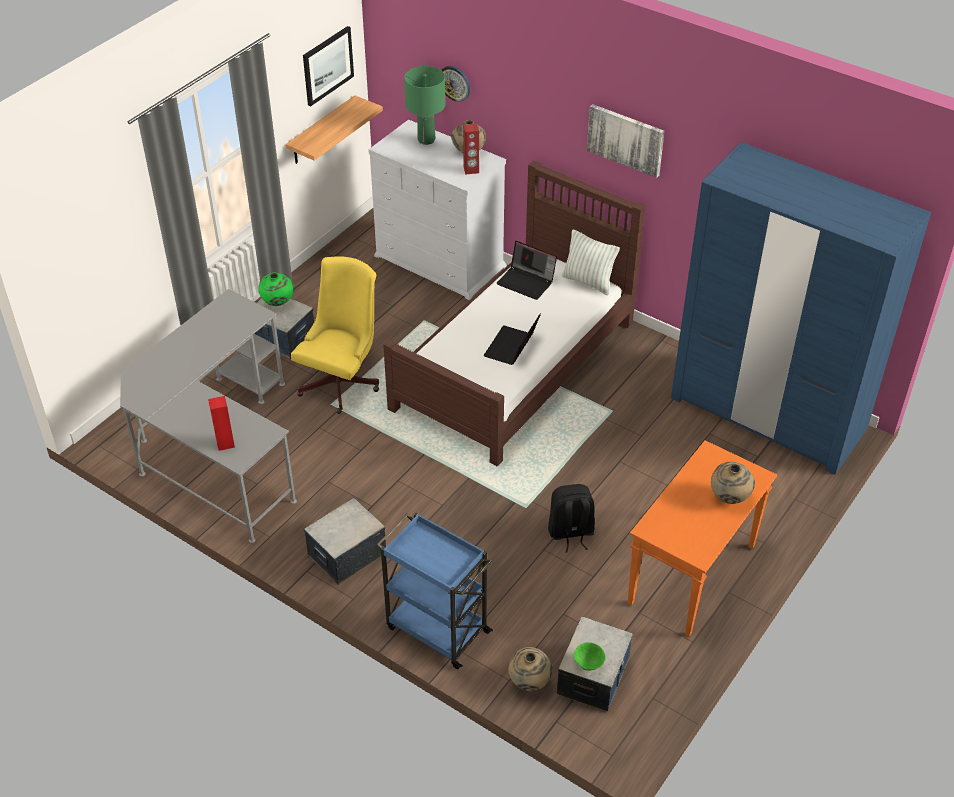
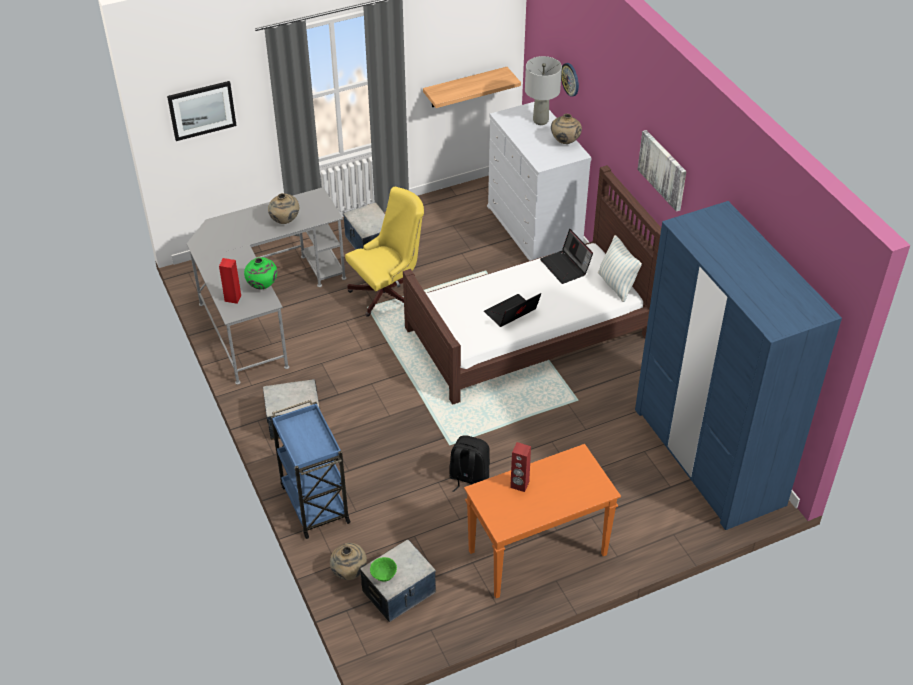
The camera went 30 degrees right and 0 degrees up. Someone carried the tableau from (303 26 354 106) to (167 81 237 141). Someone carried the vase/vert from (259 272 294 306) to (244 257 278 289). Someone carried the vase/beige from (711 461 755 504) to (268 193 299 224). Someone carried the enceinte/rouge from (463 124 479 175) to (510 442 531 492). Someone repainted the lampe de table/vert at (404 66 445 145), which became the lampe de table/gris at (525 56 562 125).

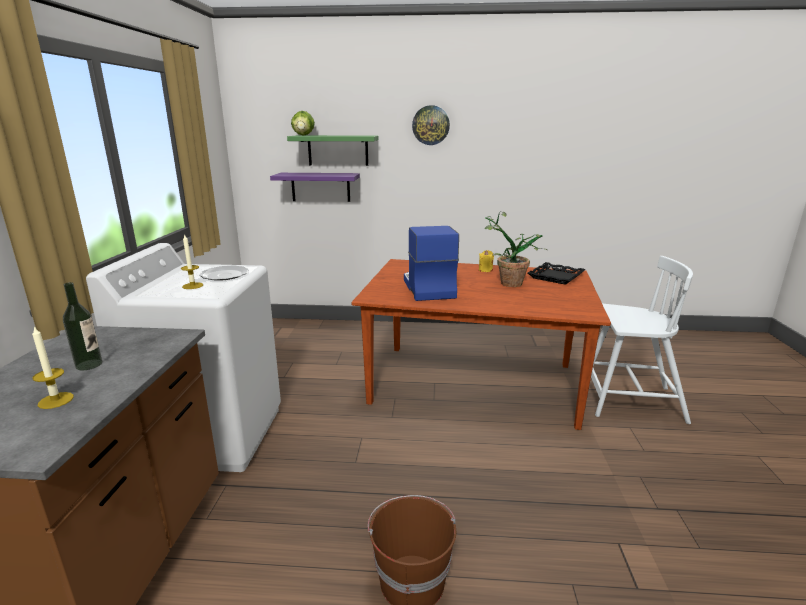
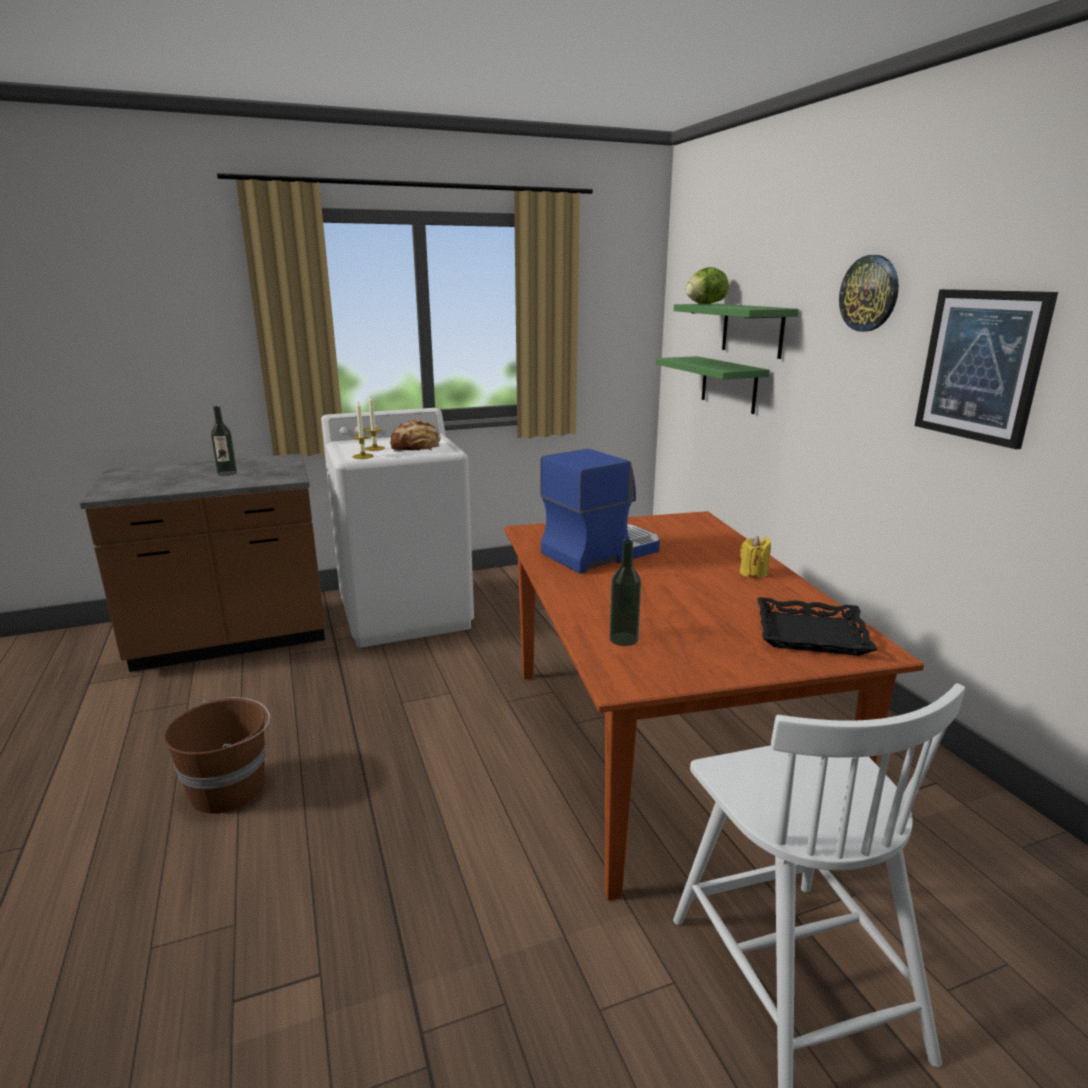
The camera went 65 degrees right and 0 degrees up. Someone carried the bougie from (32 326 74 409) to (352 402 373 459). Someone swapped the assiette at (199 265 249 281) for the pain at (390 419 440 452). Someone put down the bouteille at (609 539 641 646). Someone repainted the étagère/violet at (270 173 360 202), which became the étagère/vert at (656 356 770 414). Someone put up the tableau at (915 289 1058 449). Someone took away the plante en pot at (484 211 547 287).

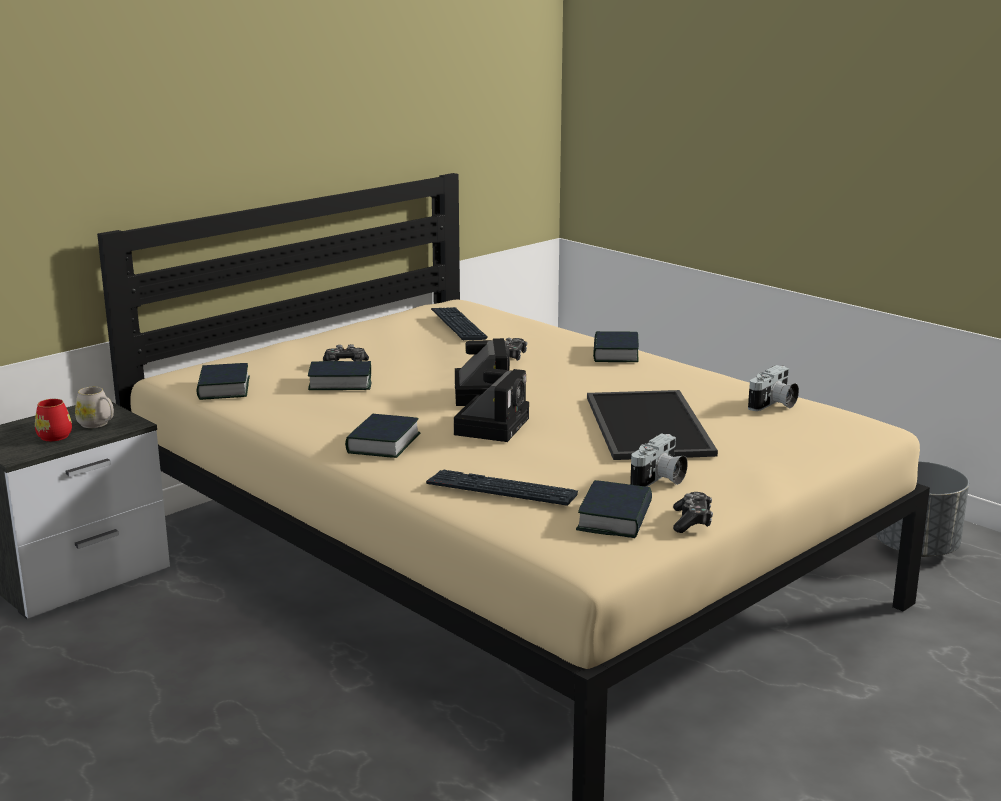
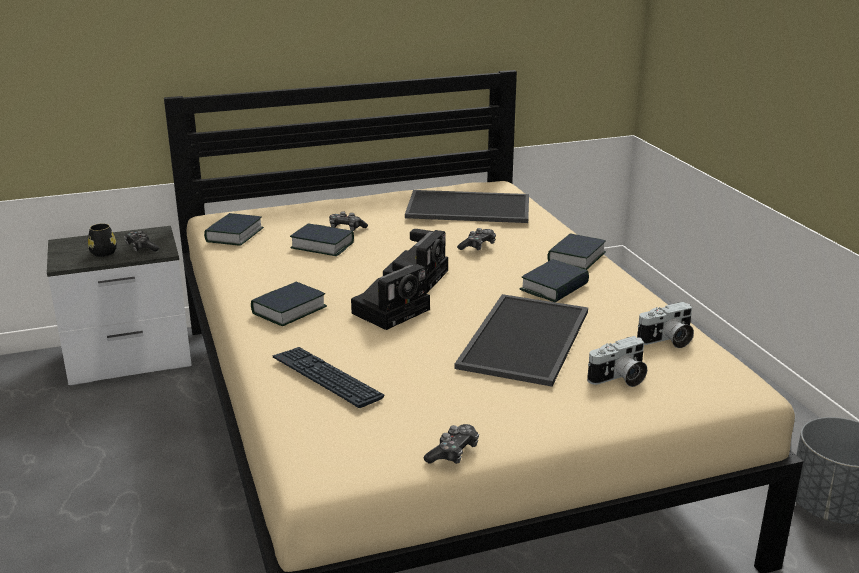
The camera went 25 degrees right and 5 degrees up. Someone repainted the mug/rouge at (35 399 72 441), which became the mug/noir at (88 223 117 257). Someone swapped the mug/blanc at (75 387 114 428) for the manette at (124 230 159 252). Someone swapped the clavier at (431 307 487 340) for the plateau at (405 190 529 223). Someone carried the livre from (576 480 652 538) to (520 259 589 302). Someone carried the appareil photo from (630 433 688 487) to (587 336 647 387).

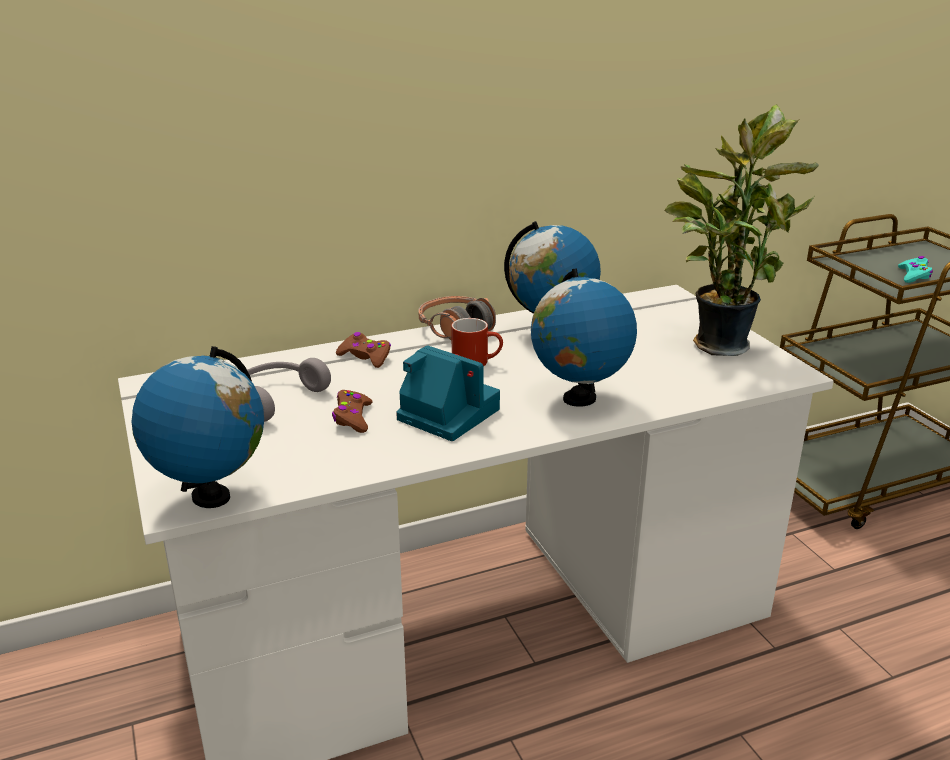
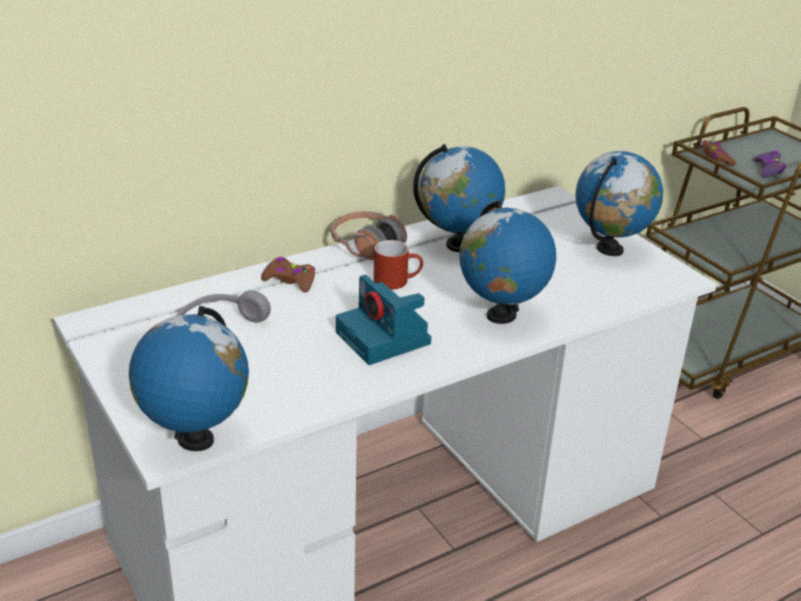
The camera went 10 degrees left and 5 degrees up. Someone rotated the appareil photo at (396 345 500 441) by 150 degrees counterclockwise. Someone swapped the plante en pot at (665 104 819 356) for the globe at (576 151 663 256). Someone carried the manette/marron from (332 390 373 433) to (702 140 736 166). Someone repainted the manette/turquoise at (898 256 933 283), which became the manette/violet at (753 151 786 178).

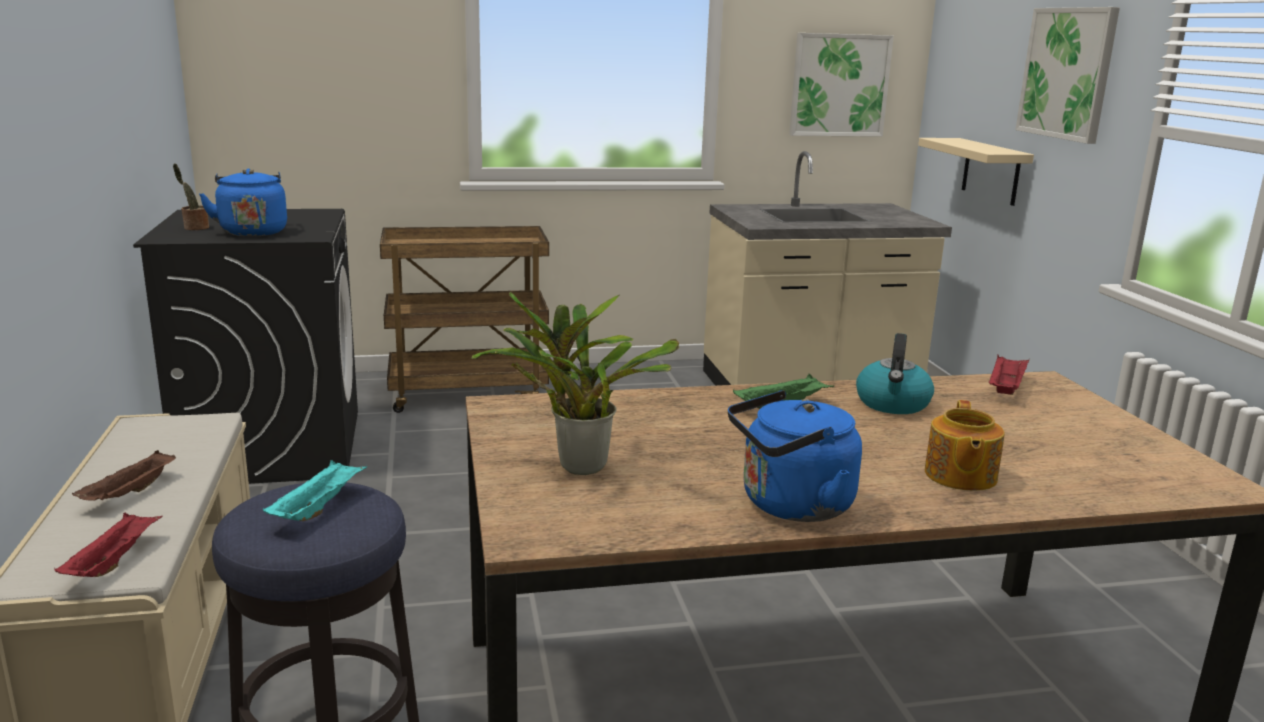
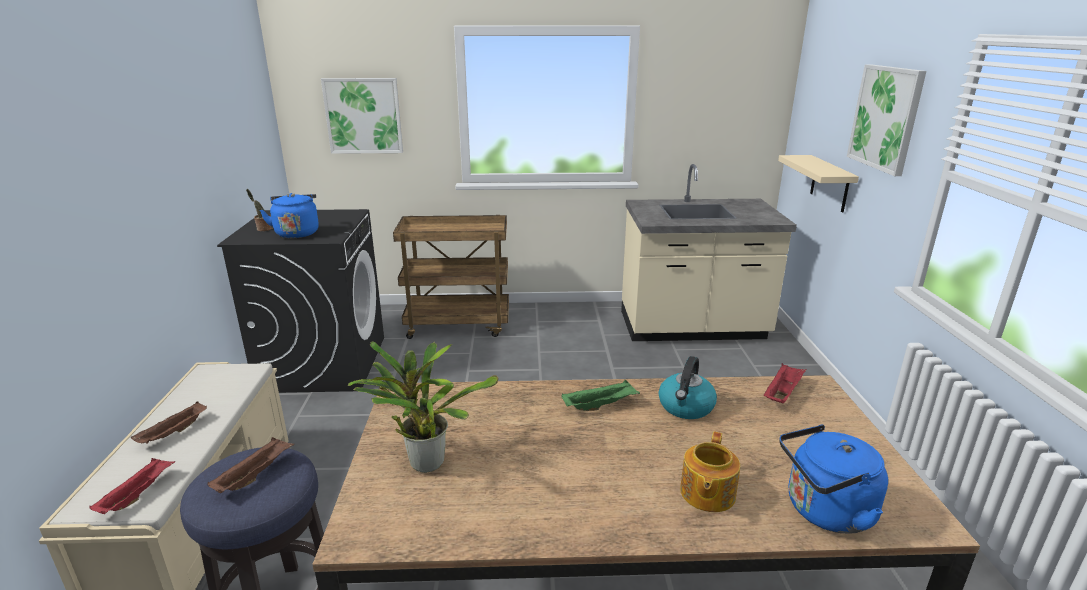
The camera went 10 degrees right and 5 degrees up. Someone repainted the plateau/turquoise at (263 460 367 521), which became the plateau/marron at (207 437 294 493). Someone carried the tableau from (789 33 894 137) to (321 78 403 154). Someone carried the bouilloire/bleu from (728 390 862 522) to (779 425 888 534).

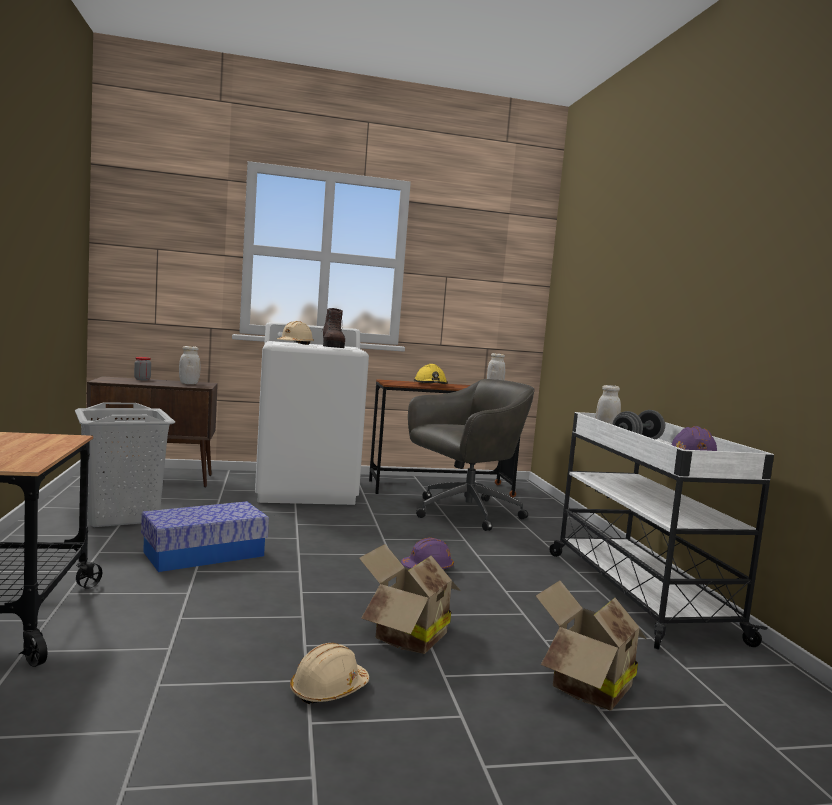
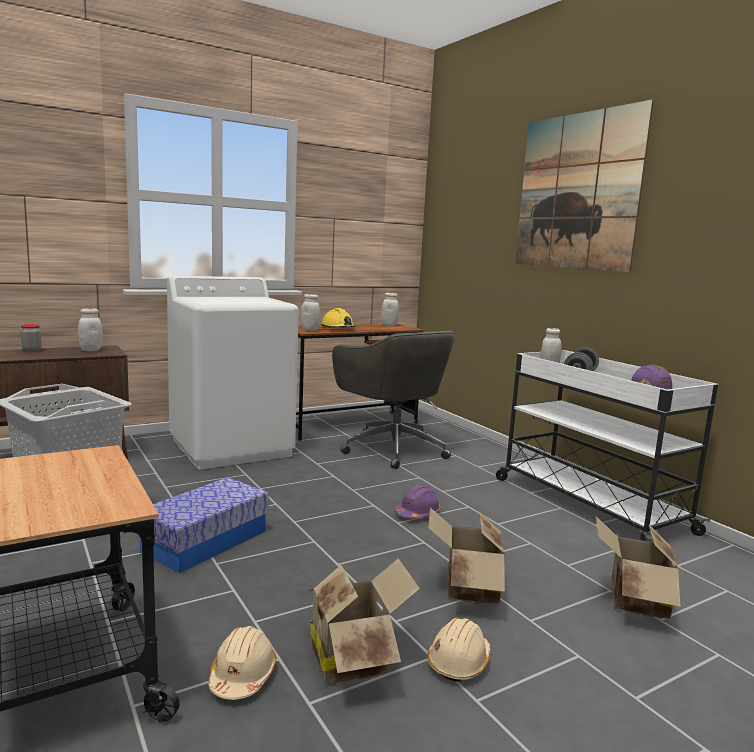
The camera went 20 degrees left and 5 degrees up. Someone carried the casque de chantier/beige from (277 321 314 345) to (208 626 276 700). Someone put down the bocal/blanc at (301 294 320 331). Someone put down the carton at (306 558 420 684). Someone rotated the chaise de bureau/gris at (408 379 535 531) by 105 degrees clockwise. Someone put up the tableau at (515 99 654 272). Someone took away the botte/marron at (323 308 345 348).

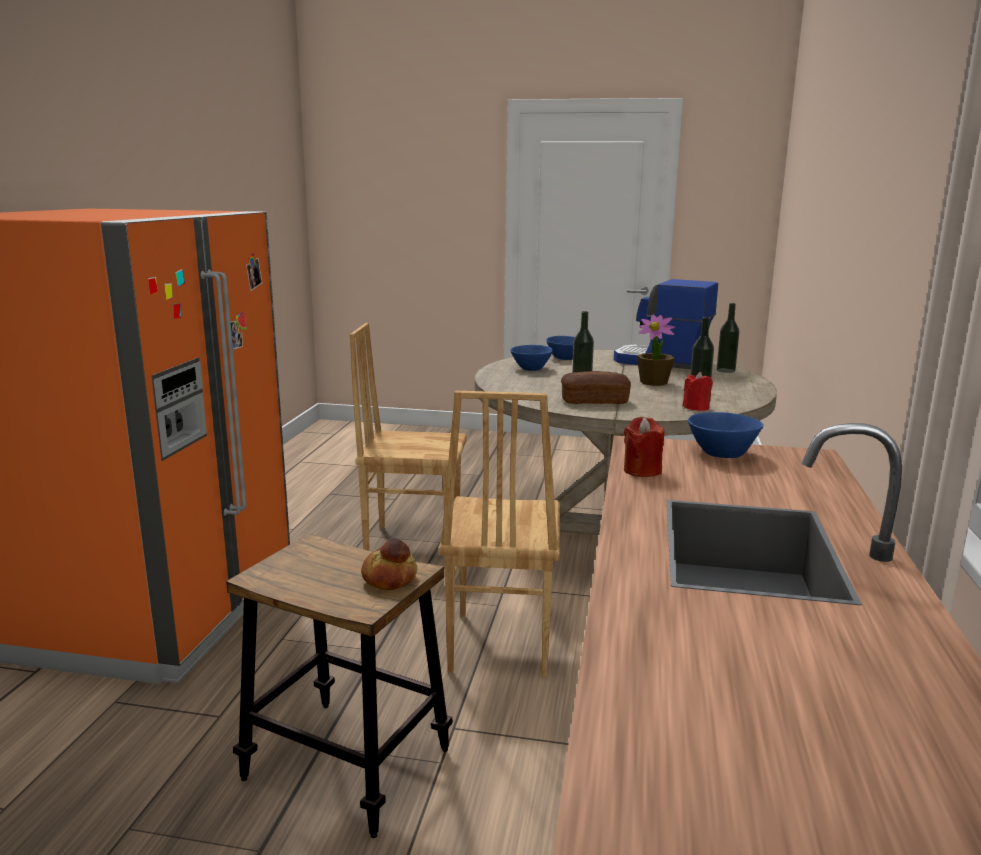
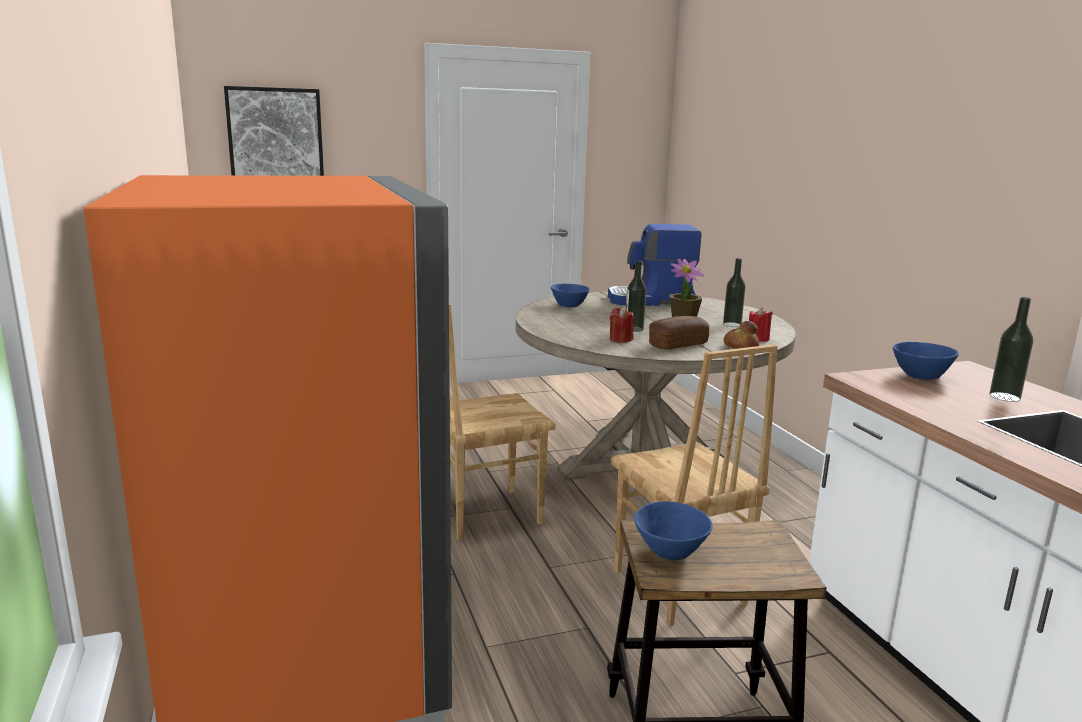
The camera went 30 degrees left and 0 degrees up. Someone put up the tableau at (224 86 324 176). Someone carried the bougie/rouge from (624 417 664 477) to (610 307 634 343). Someone carried the bol/bleu from (510 345 553 371) to (634 501 713 561). Someone carried the pain from (361 538 417 590) to (723 321 759 349). Someone carried the bouteille from (717 303 740 373) to (989 297 1033 402).

